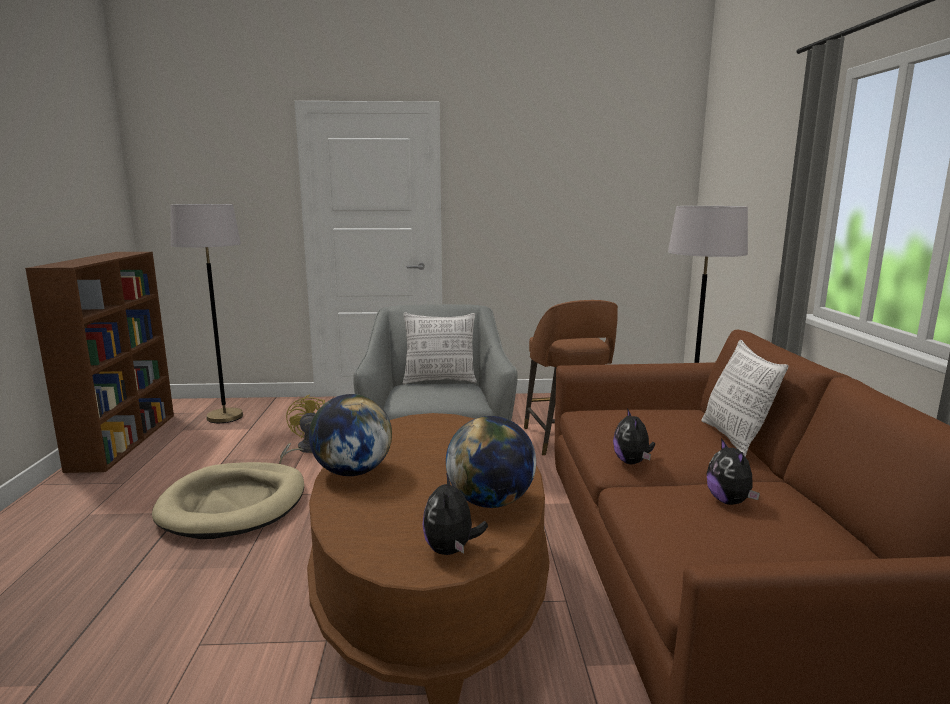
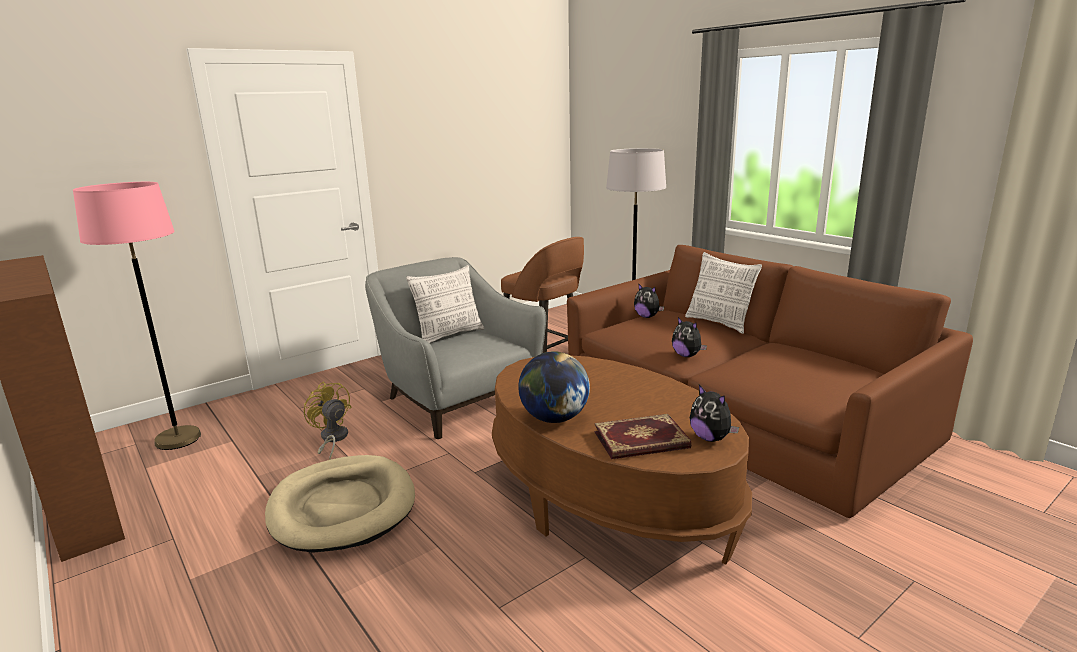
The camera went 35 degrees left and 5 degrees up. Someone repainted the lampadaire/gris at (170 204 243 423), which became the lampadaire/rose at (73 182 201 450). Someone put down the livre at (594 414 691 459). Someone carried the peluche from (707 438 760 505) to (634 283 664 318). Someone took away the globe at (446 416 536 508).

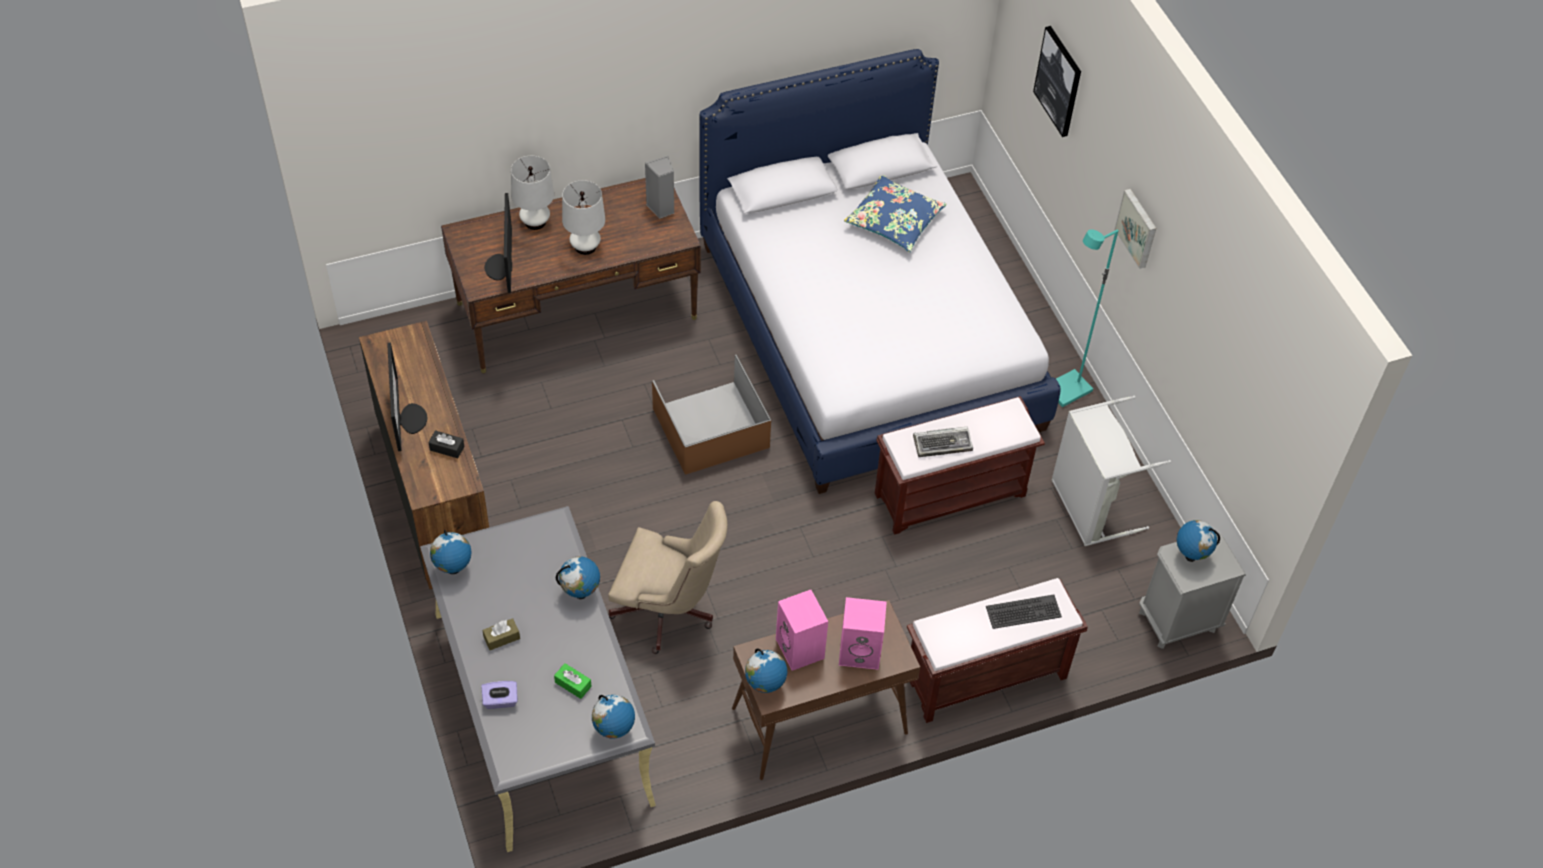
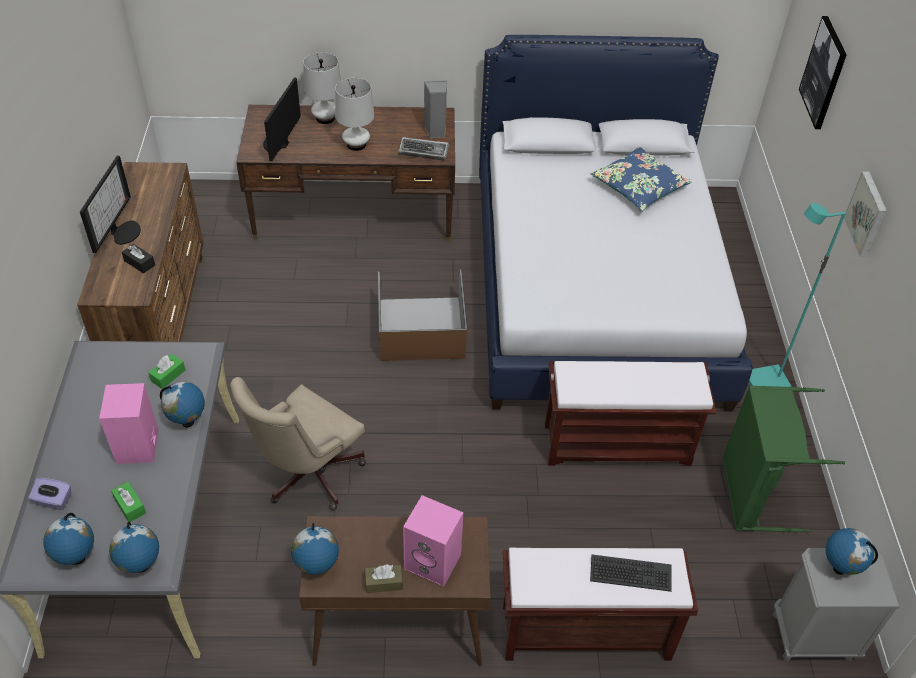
The camera went 20 degrees right and 5 degrees down. Someone carried the globe from (430 530 472 574) to (43 513 94 565). Someone carried the enceinte/rose from (776 590 828 671) to (99 383 159 464). Someone put down the boîte à mouchoirs/vert at (148 354 185 389). Someone rotated the chaise de bureau/beige at (608 501 728 654) by 90 degrees clockwise. Someone carried the boîte à mouchoirs/marron from (482 618 520 650) to (365 564 403 593). Someone carried the clavier from (913 427 973 457) to (398 137 449 161). Someone repainted the panier à linge/gris at (1051 396 1171 546), which became the panier à linge/vert at (722 386 845 533).

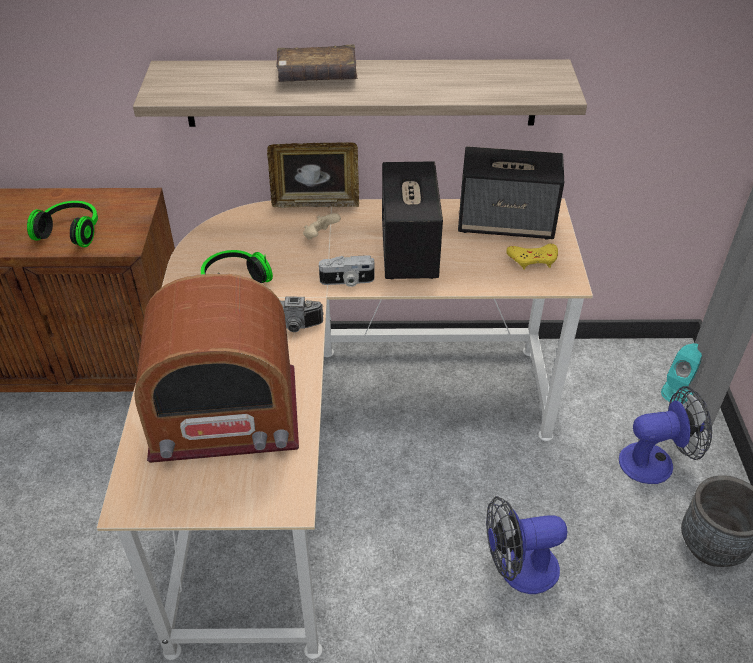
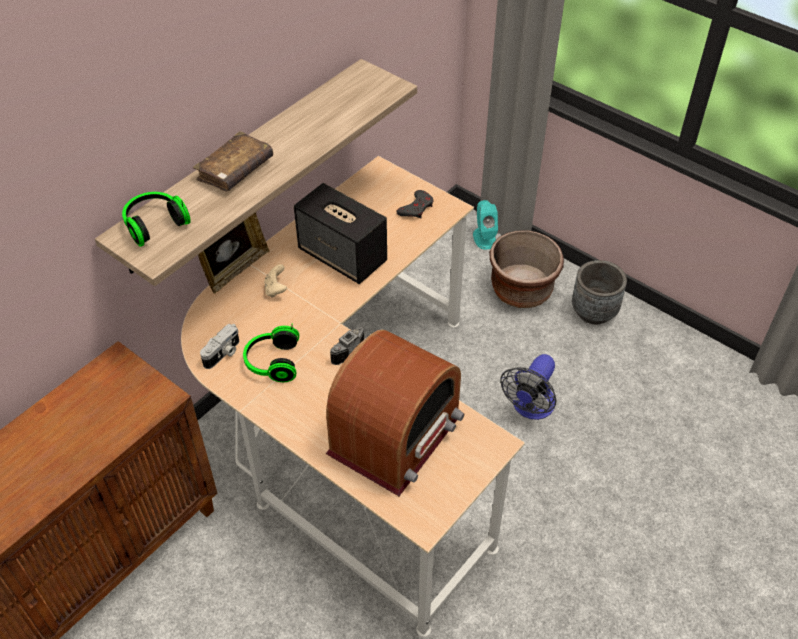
The camera went 50 degrees left and 5 degrees up. Someone carried the casque audio from (27 201 98 247) to (122 192 191 247). Someone carried the appareil photo from (319 255 374 287) to (200 324 239 369). Someone repainted the manette/jaune at (506 244 558 270), which became the manette/gris at (396 190 433 219). Someone swapped the ventilateur at (619 386 712 484) for the cache-pot/marron at (489 230 564 308). Someone took away the enceinte at (458 146 564 240).

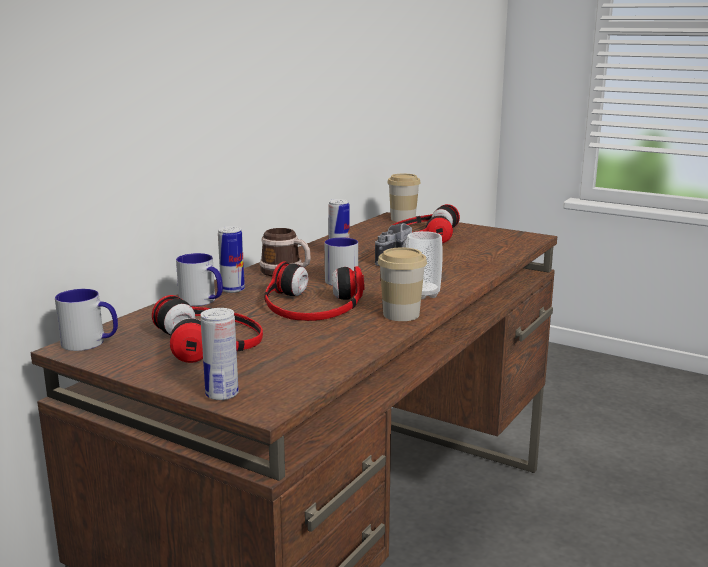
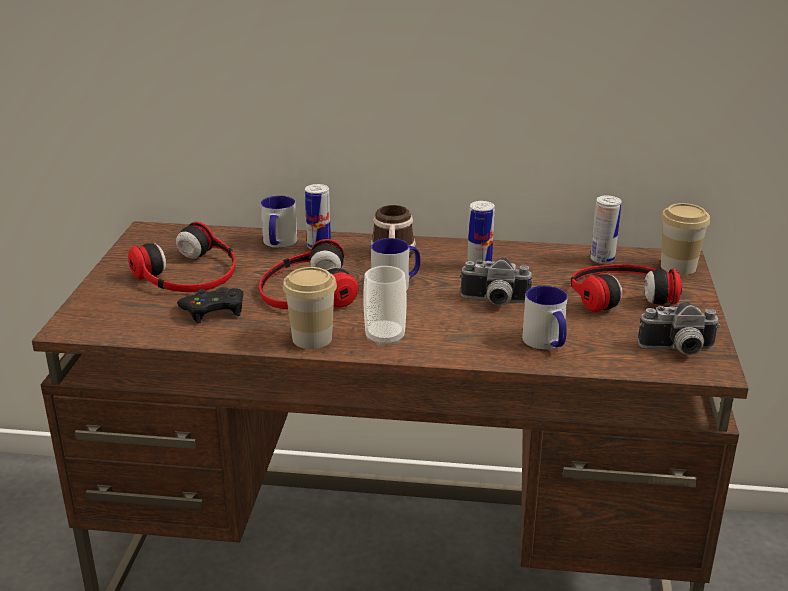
The camera went 65 degrees right and 10 degrees up. Someone put down the manette/noir at (177 287 243 323). Someone carried the mug from (55 289 118 351) to (522 286 568 350). Someone carried the boîte métallique from (200 308 239 400) to (590 196 622 264). Someone put down the appareil photo at (638 301 721 355).

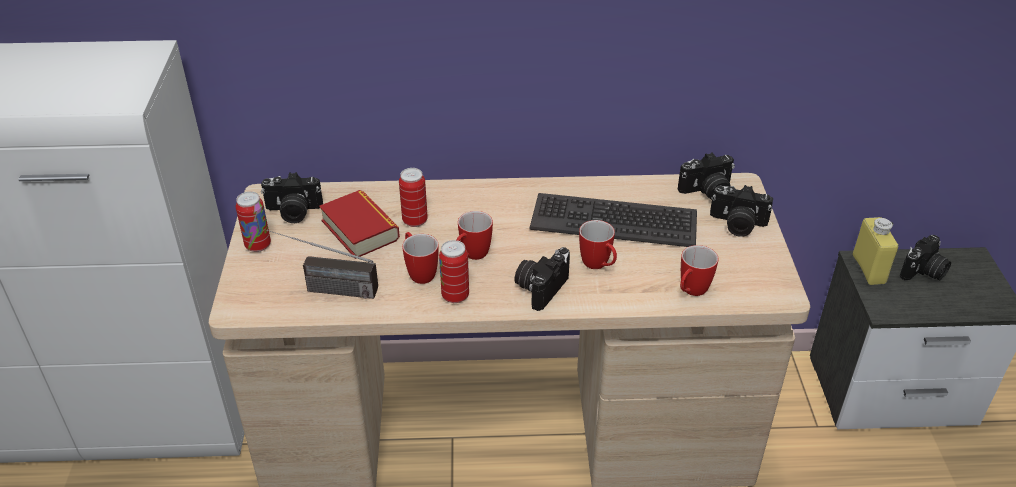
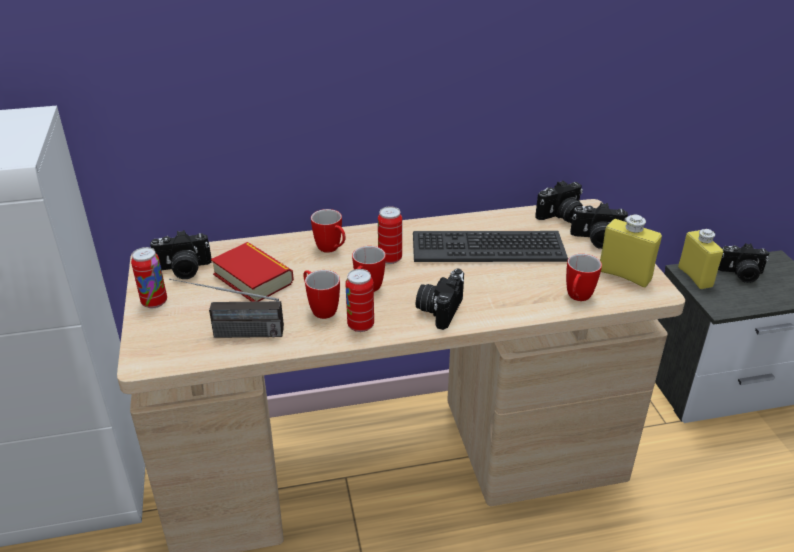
The camera went 10 degrees left and 5 degrees down. Someone carried the mug from (579 220 617 269) to (311 209 346 253). Someone carried the boîte métallique from (399 168 428 227) to (378 206 402 264). Someone put down the bouteille/jaune at (600 215 662 288). Someone rotated the appareil photo at (900 235 951 281) by 60 degrees clockwise.

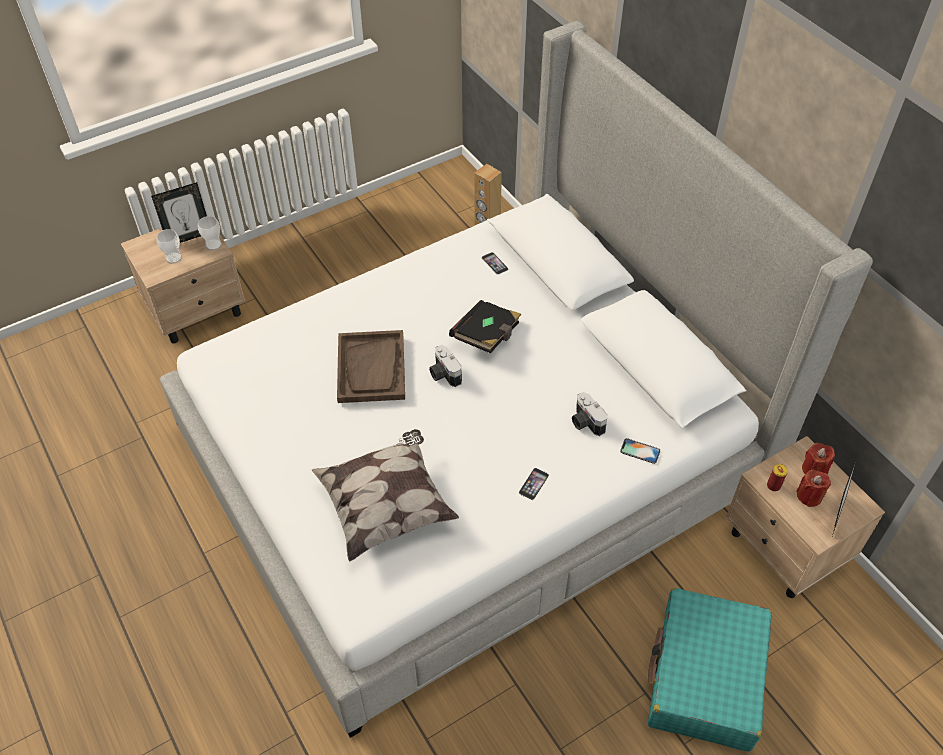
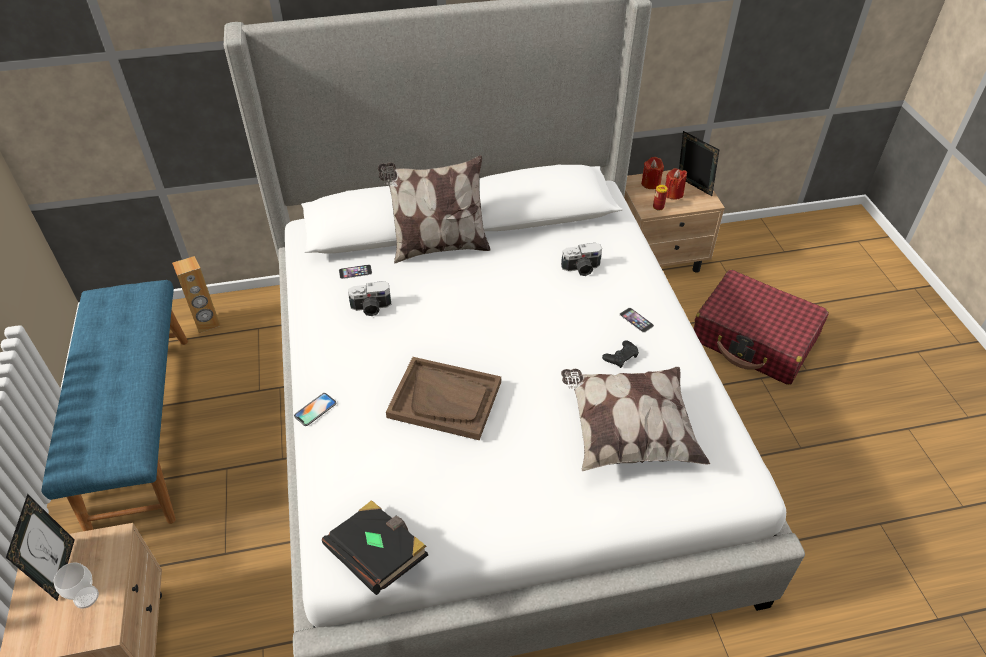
The camera went 70 degrees left and 5 degrees down. Someone put down the banc/bleu at (41 280 188 531). Someone carried the téléphone from (620 438 660 464) to (294 393 336 426). Someone carried the livre/noir from (449 300 521 353) to (322 500 428 595). Someone carried the appareil photo from (429 345 462 387) to (348 281 391 316). Someone put down the coussin at (378 155 490 264). Someone put down the manette/noir at (602 340 639 368). Someone repainted the valise/turquoise at (648 588 772 752), which became the valise/rouge at (693 270 829 385). Someone took away the tasse at (198 216 221 250).

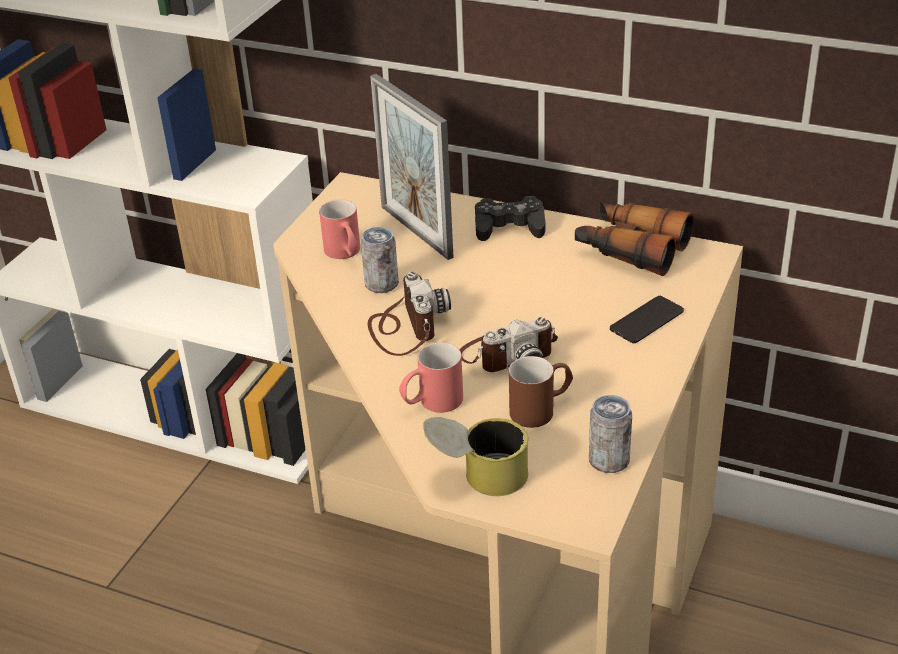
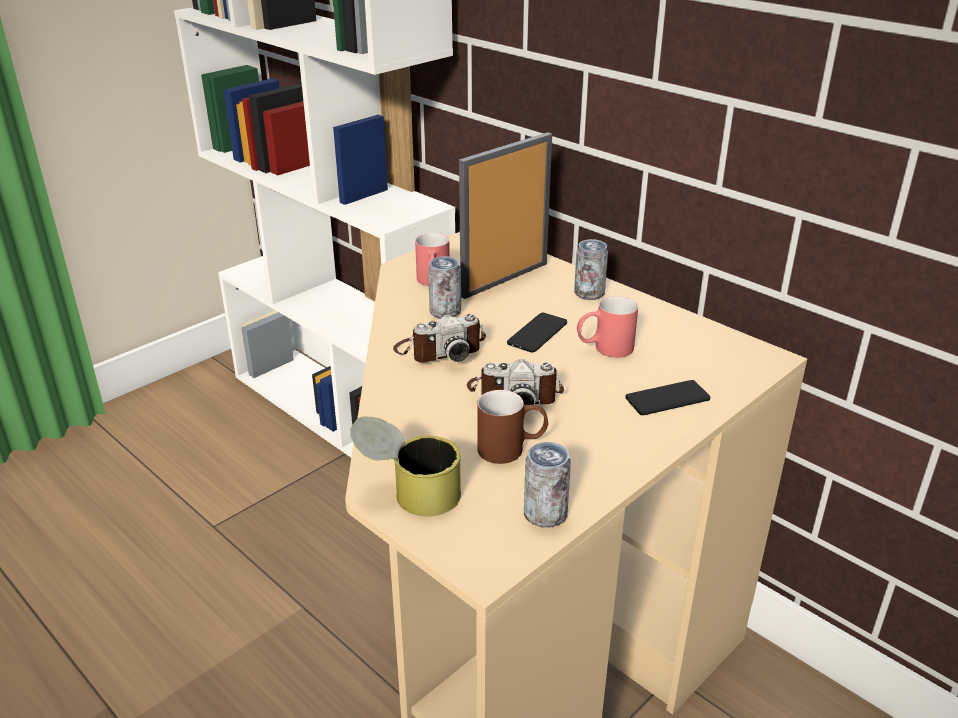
The camera went 20 degrees right and 5 degrees down. Someone rotated the appareil photo at (368 272 451 356) by 60 degrees clockwise. Someone rotated the cadre photo at (370 74 454 260) by 60 degrees clockwise. Someone put down the téléphone at (507 312 567 353). Someone swapped the manette/noir at (475 196 545 241) for the boîte métallique at (574 239 608 300). Someone carried the mug/rouge from (399 342 463 413) to (577 296 638 358). Someone took away the jumelles at (575 202 694 276).

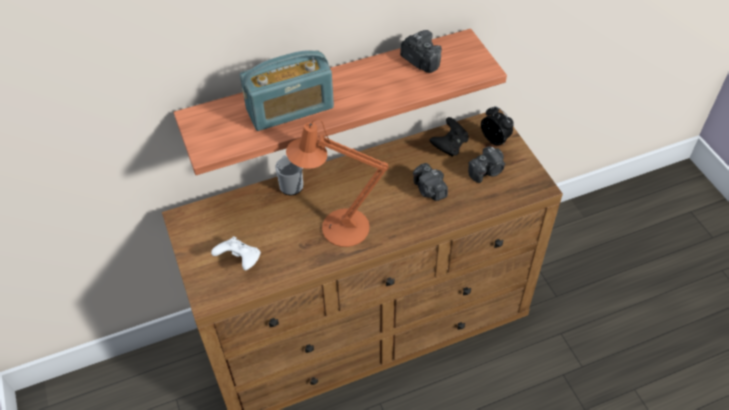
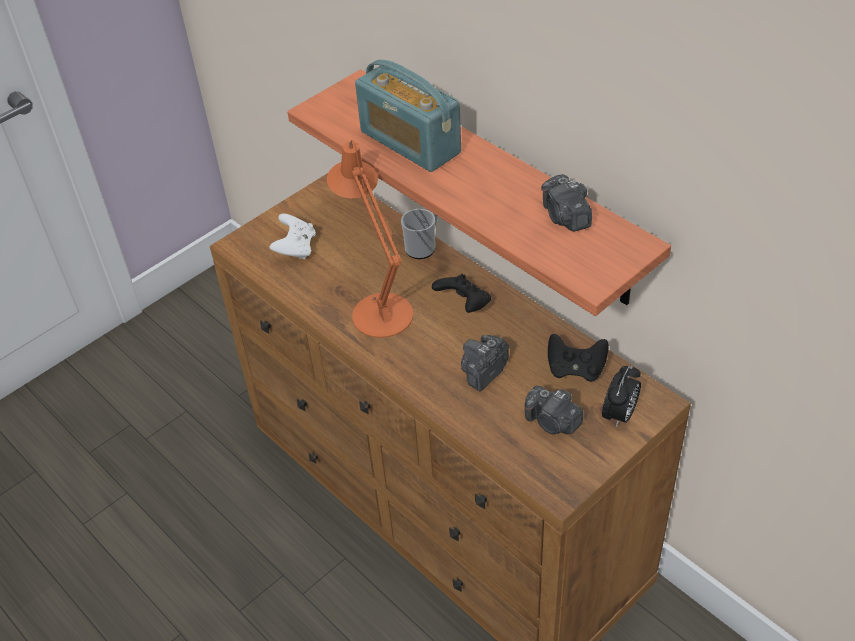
The camera went 70 degrees right and 5 degrees down. Someone put down the manette/noir at (432 274 491 313). Someone rotated the appareil photo at (400 30 442 73) by 135 degrees clockwise.

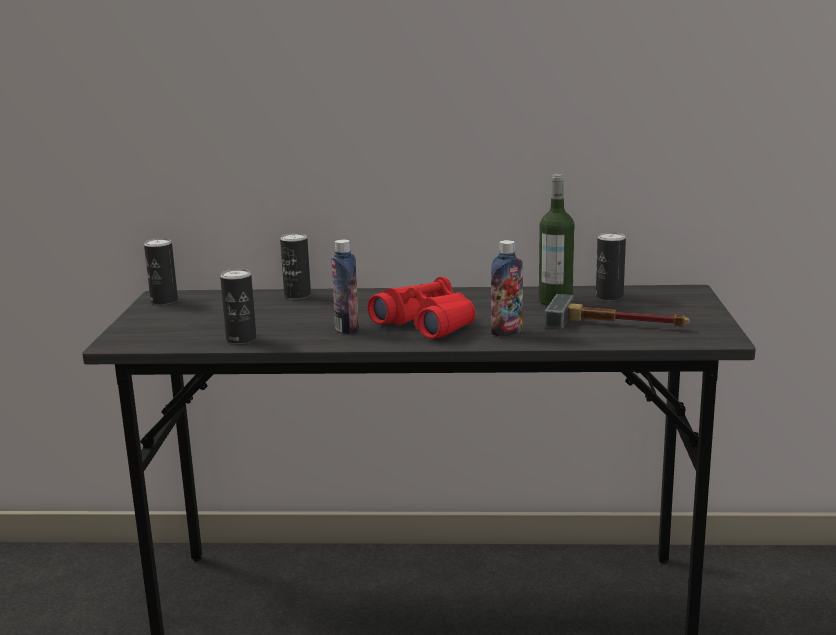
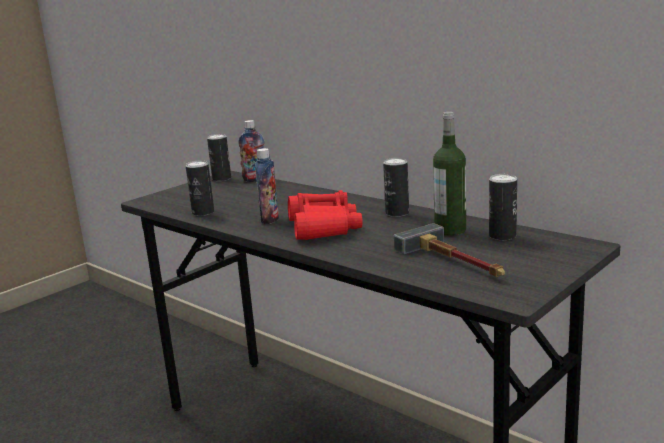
The camera went 40 degrees right and 0 degrees up. Someone carried the bouteille from (491 240 523 336) to (238 120 265 182). Someone carried the boîte métallique from (280 233 311 299) to (383 158 409 217).

